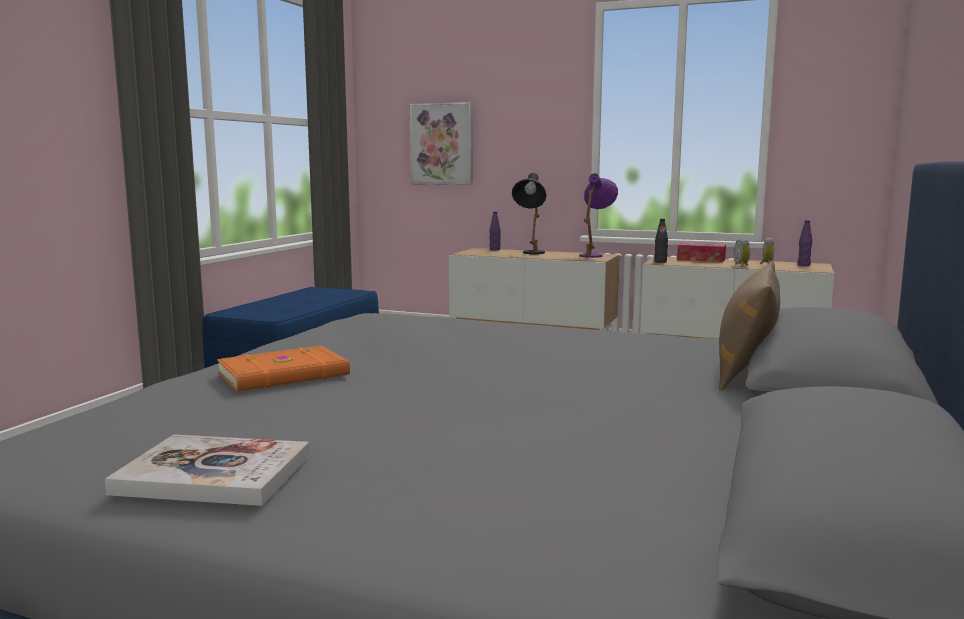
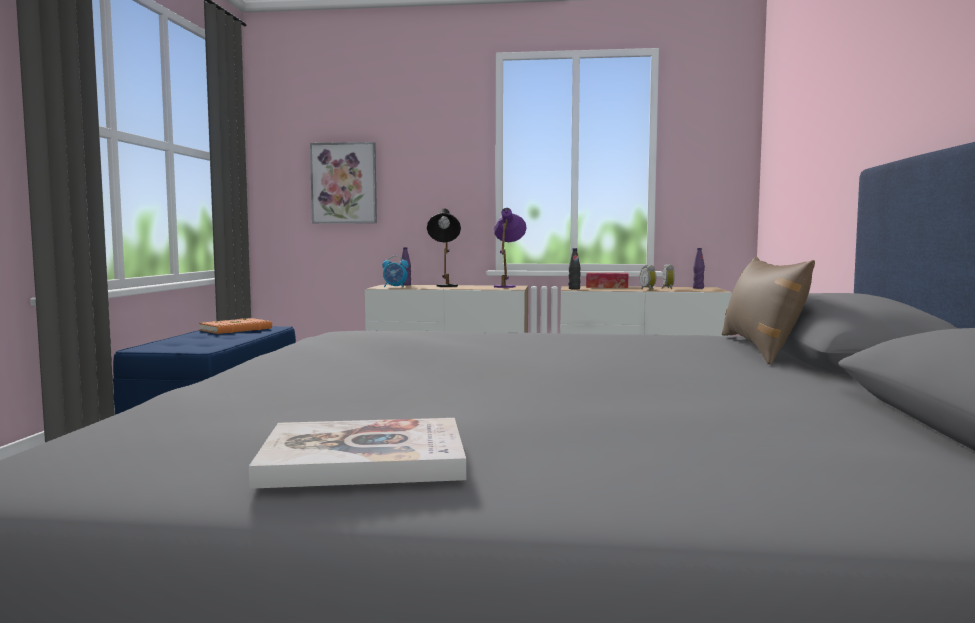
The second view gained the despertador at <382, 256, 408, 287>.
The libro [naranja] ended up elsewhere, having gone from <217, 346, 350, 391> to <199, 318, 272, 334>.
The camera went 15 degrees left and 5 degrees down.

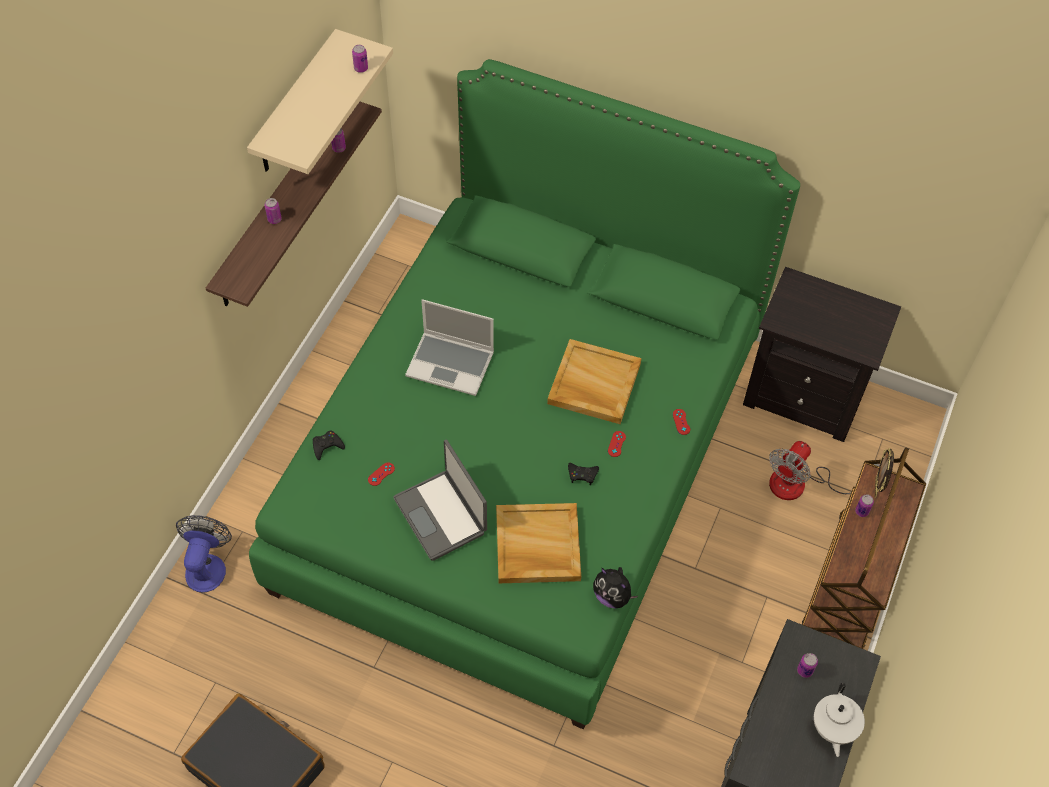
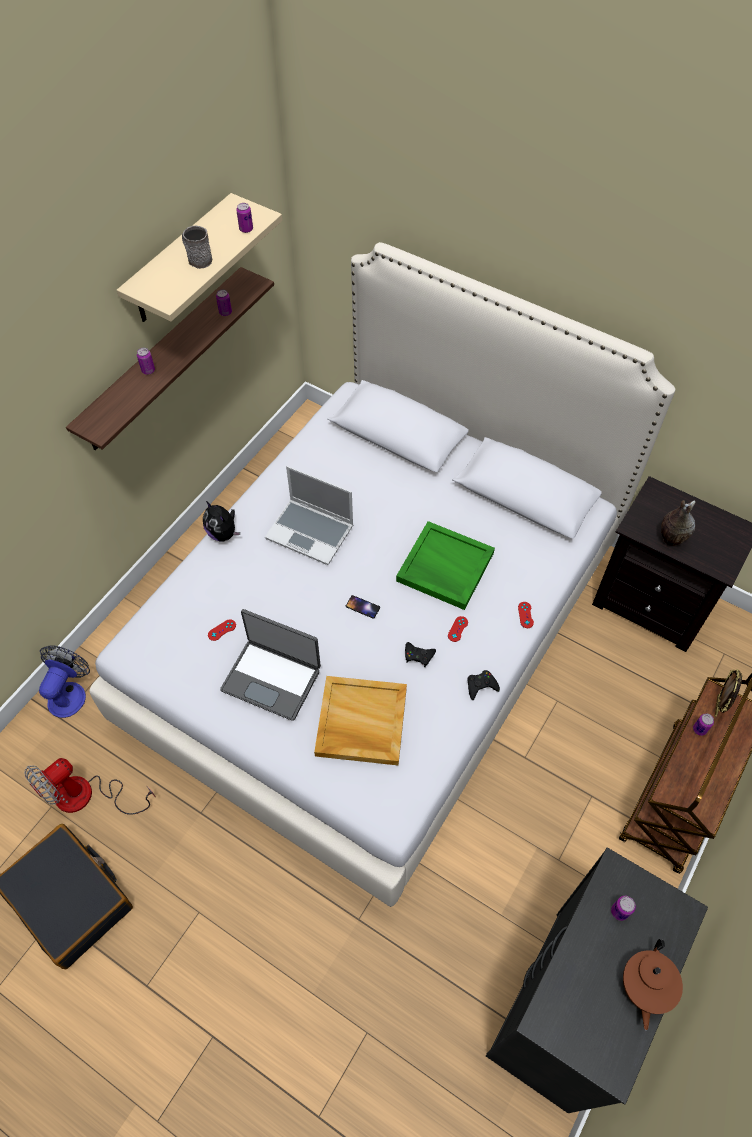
The second view gained the taza grande [gris] at <182, 226, 212, 269>.
The second view gained the móvil at <346, 595, 380, 619>.
The second view gained the florero at <661, 500, 696, 546>.
The mando de consola [negro] ended up elsewhere, having gone from <313, 431, 345, 460> to <467, 670, 500, 700>.
The peluche ended up elsewhere, having gone from <593, 567, 638, 609> to <203, 501, 240, 542>.
The ventilador ended up elsewhere, having gone from <769, 441, 880, 500> to <24, 758, 155, 815>.
What was the cama [verde] at <249, 59, 800, 730> turned into the cama [blanco] at <89, 242, 675, 907>.
What was the bandeja [beis] at <547, 339, 642, 424> turned into the bandeja [verde] at <396, 521, 495, 610>.
What was the tetera [blanco] at <814, 683, 865, 757> turned into the tetera [marrón] at <623, 939, 683, 1030>.
The portátil at <393, 439, 487, 561> ended up facing another way, 45 degrees counterclockwise from before.
The camera went 10 degrees right and 0 degrees up.

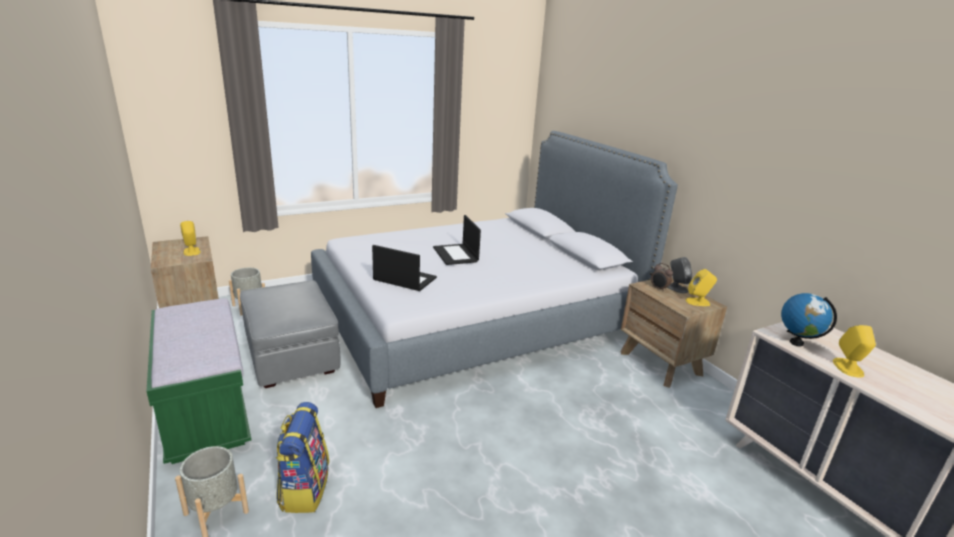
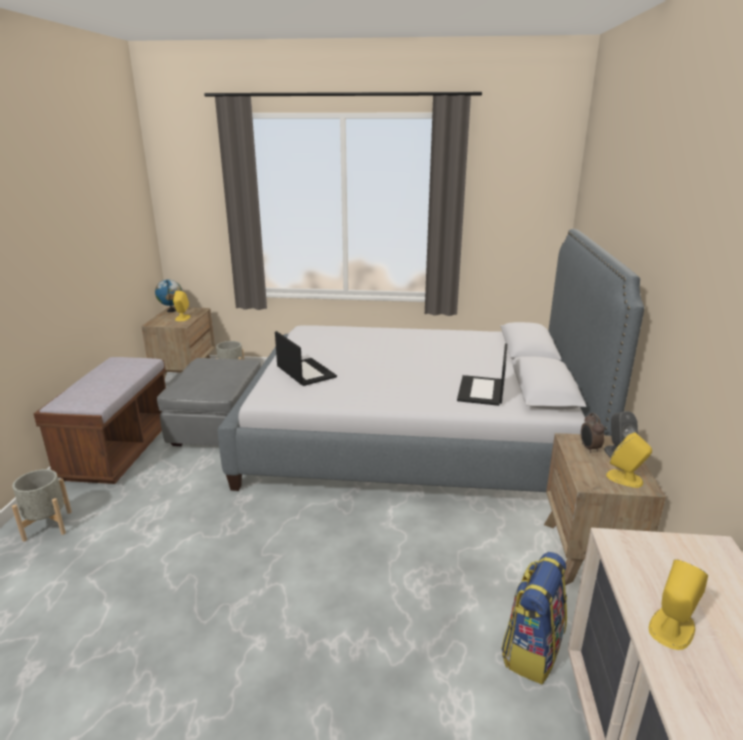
The mochila ended up elsewhere, having gone from <276, 402, 329, 513> to <501, 552, 567, 684>.
The portátil ended up elsewhere, having gone from <433, 215, 481, 265> to <457, 343, 507, 406>.
The globo terráqueo ended up elsewhere, having gone from <781, 293, 837, 346> to <155, 280, 182, 312>.
What was the banco [verde] at <146, 298, 251, 464> turned into the banco [marrón] at <33, 357, 166, 484>.
The camera went 35 degrees right and 0 degrees up.

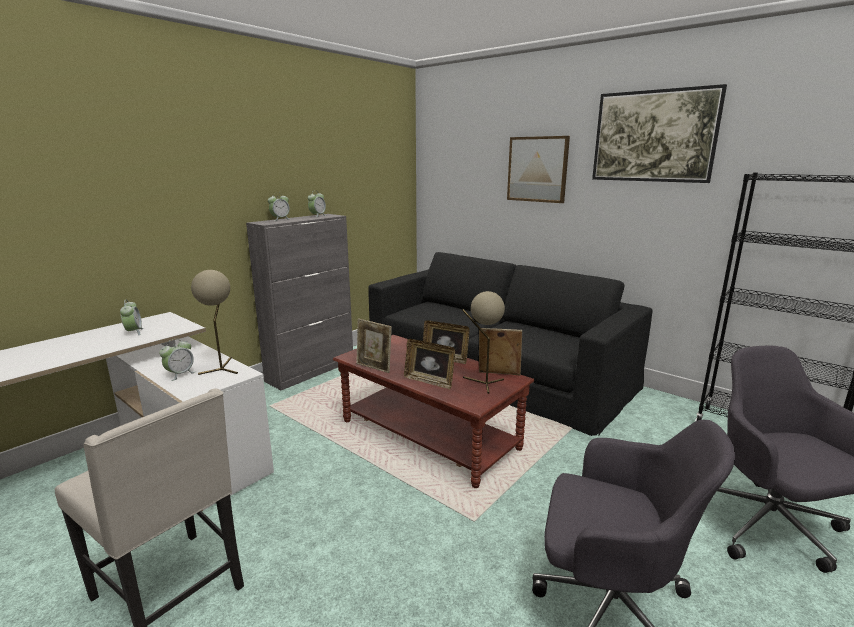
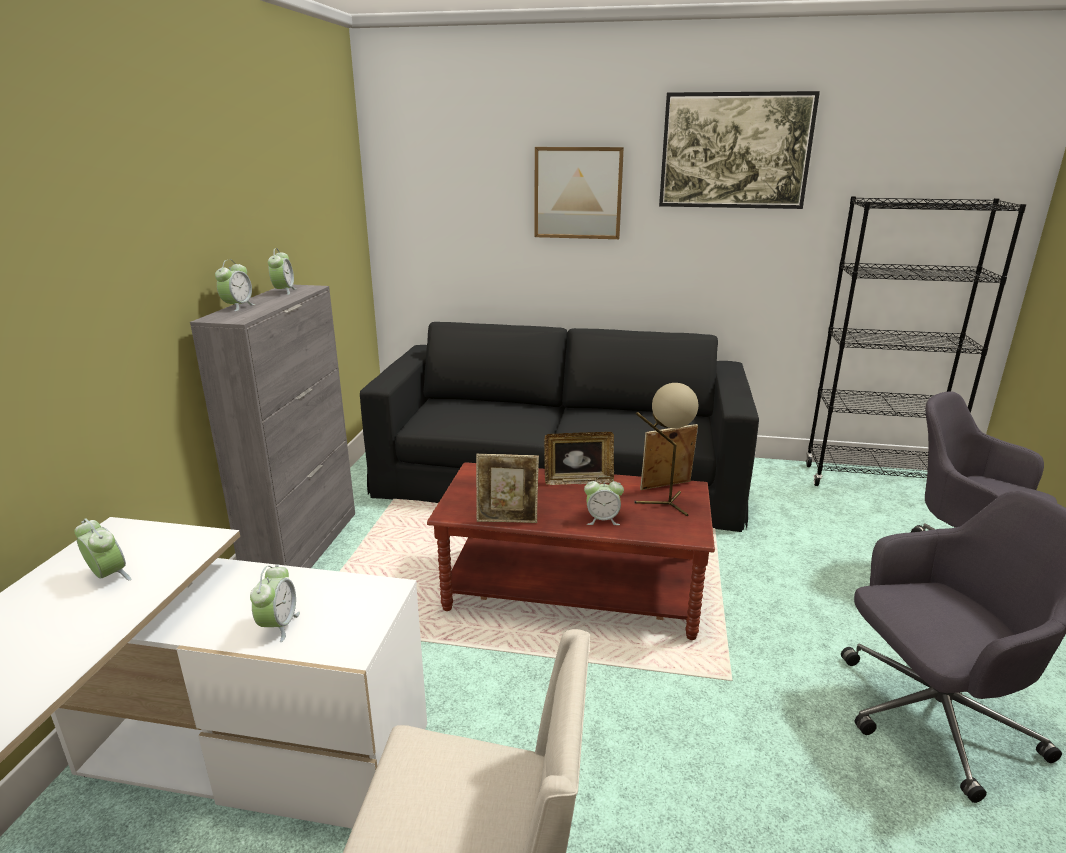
The second view lost the lámpara de mesa [beis] at <191, 270, 238, 375>.
Where the portarretratos stood at <404, 339, 455, 389>, the despertador came to stand at <584, 476, 624, 525>.
The camera went 30 degrees left and 5 degrees up.

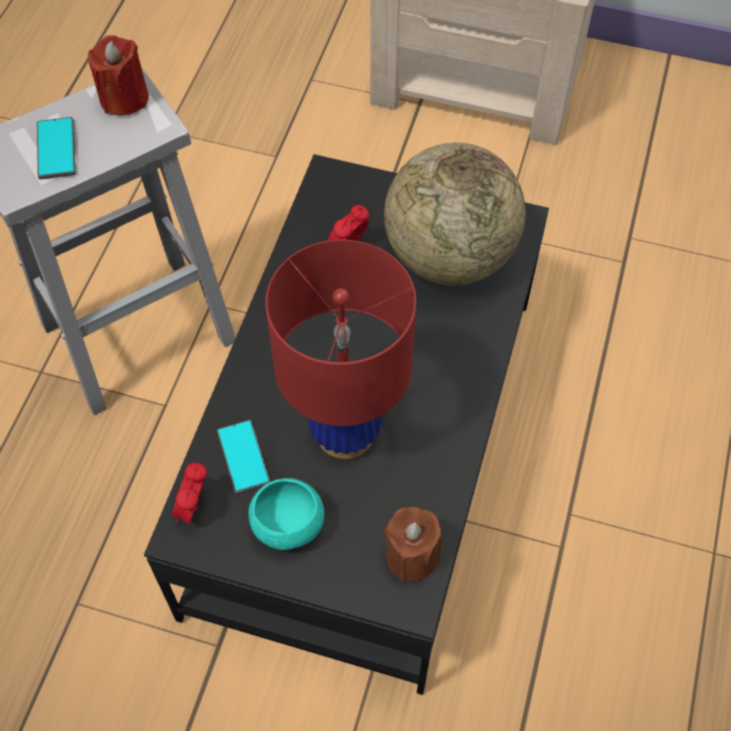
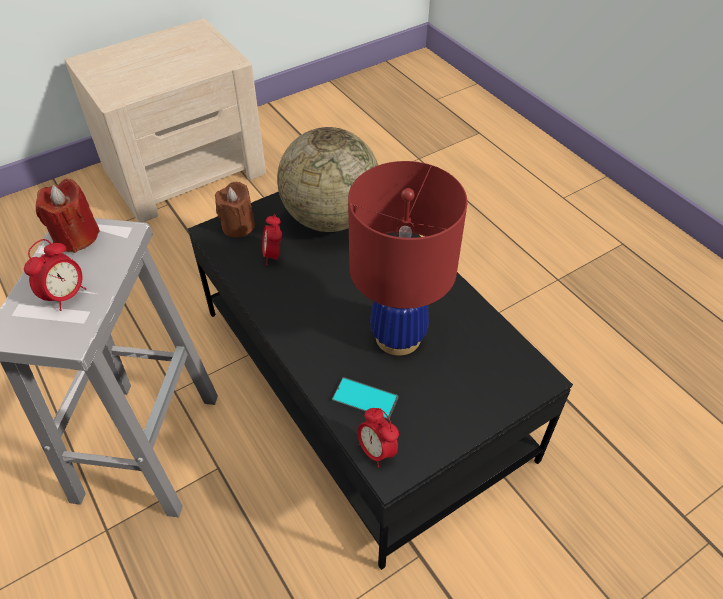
The second view lost the cuenco [turquesa] at <248, 478, 325, 550>.
The vela [marrón] ended up elsewhere, having gone from <383, 507, 442, 582> to <215, 182, 255, 237>.
Where the móvil stood at <37, 117, 76, 179>, the despertador came to stand at <24, 239, 86, 311>.
The camera went 50 degrees left and 10 degrees down.

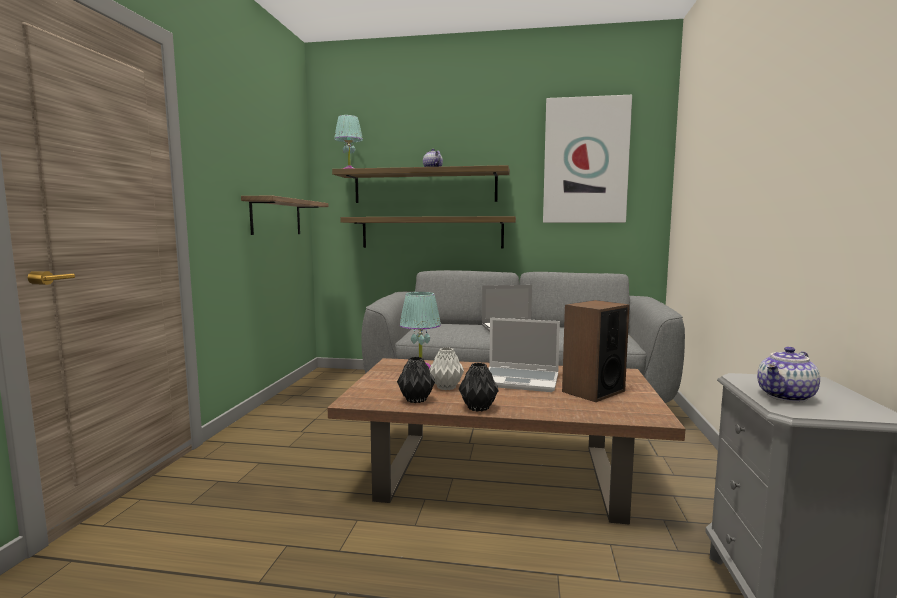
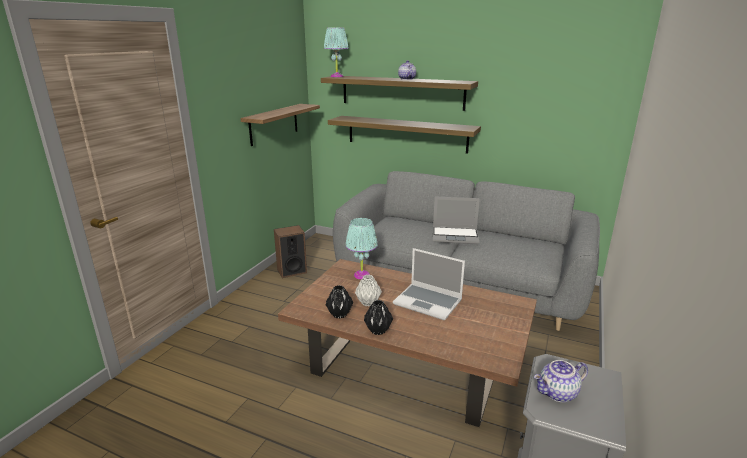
The second view lost the cuadro at <543, 95, 632, 223>.
The altavoz ended up elsewhere, having gone from <562, 300, 630, 402> to <274, 225, 307, 278>.
The camera went 15 degrees right and 15 degrees up.

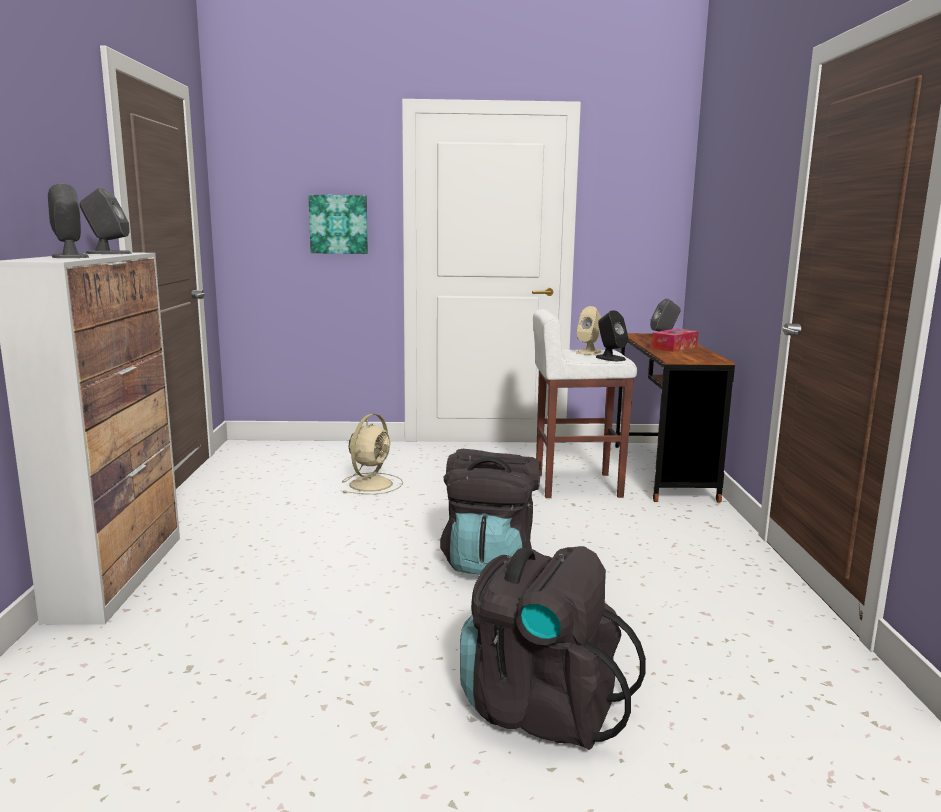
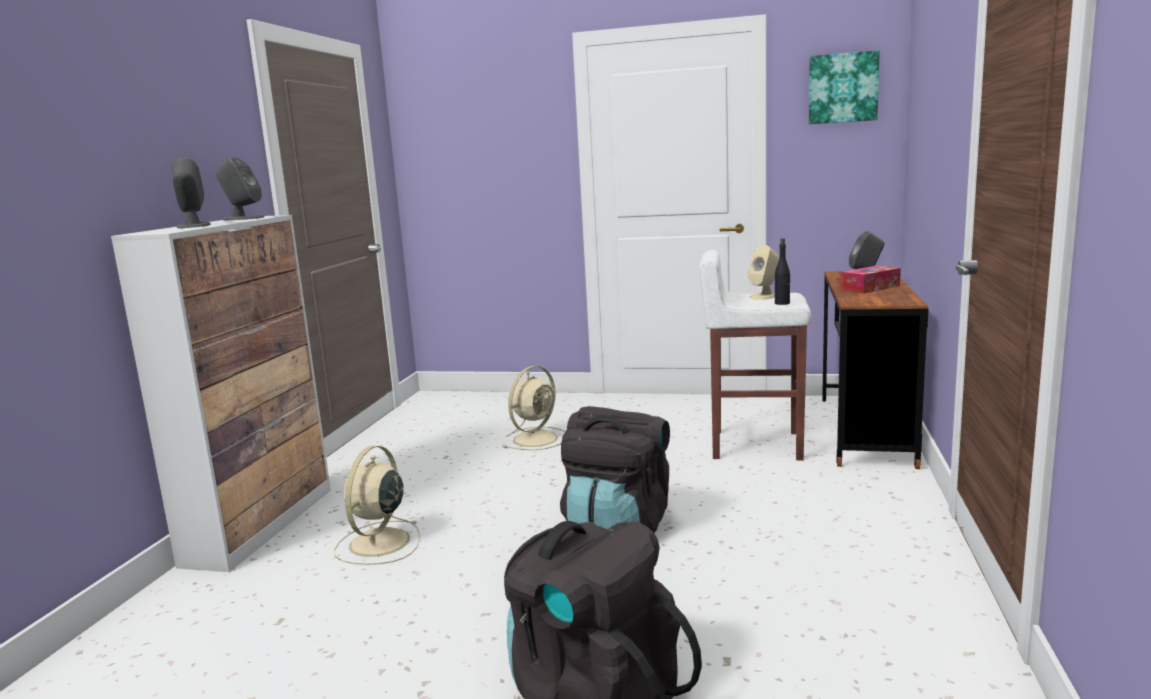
The second view gained the ventilador [beis] at <334, 446, 420, 565>.
The cuadro ended up elsewhere, having gone from <308, 195, 368, 254> to <809, 50, 880, 124>.
Where the altavoz [negro] stood at <596, 310, 628, 361>, the botella [negro] came to stand at <775, 238, 790, 305>.
The camera went 15 degrees right and 0 degrees up.

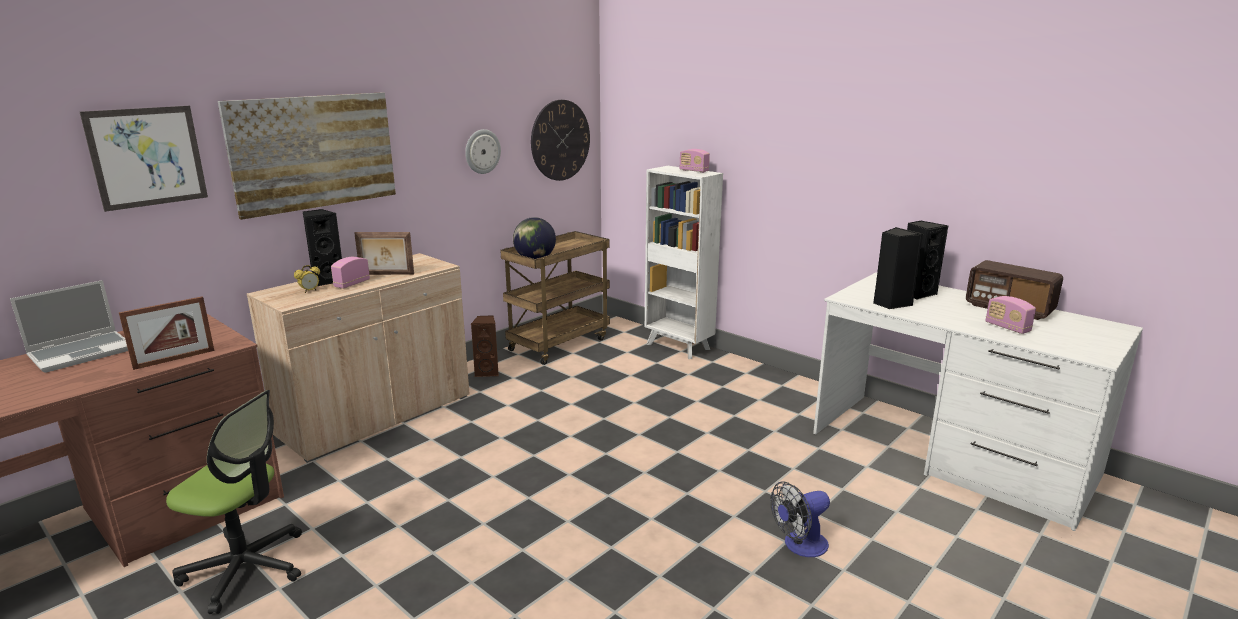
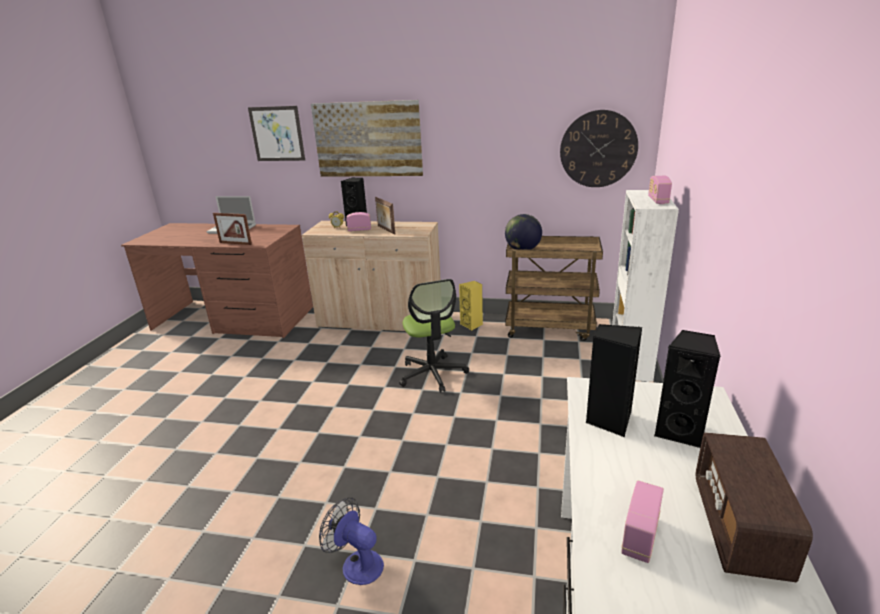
The second view lost the reloj de pared at <465, 129, 501, 174>.
The silla de oficina ended up elsewhere, having gone from <166, 390, 302, 614> to <399, 279, 469, 393>.
What was the altavoz [marrón] at <471, 315, 499, 377> turned into the altavoz [amarillo] at <459, 281, 483, 331>.
The camera went 60 degrees right and 5 degrees up.

